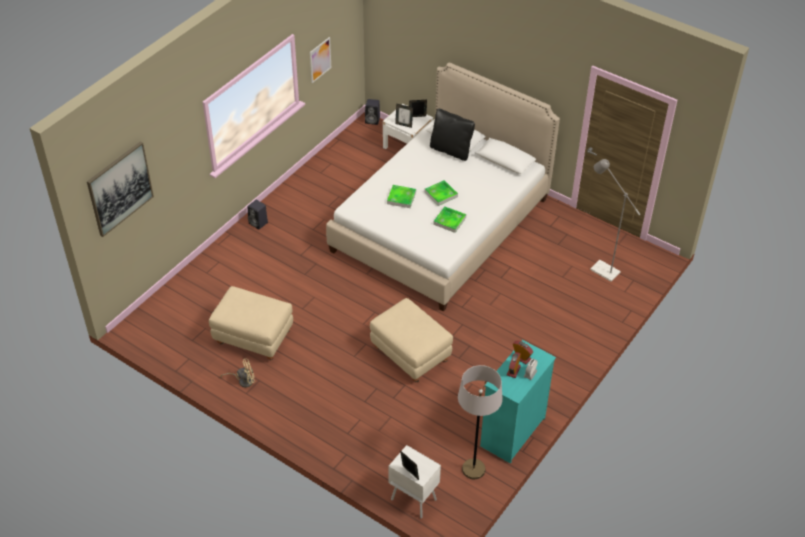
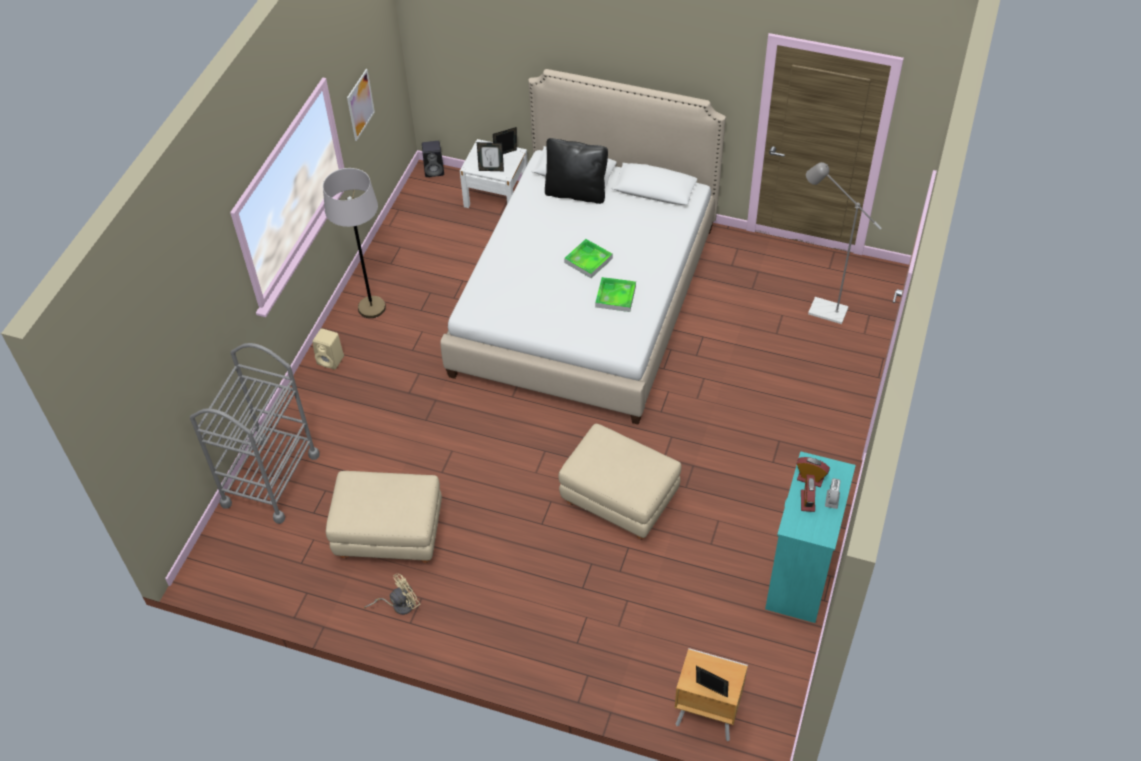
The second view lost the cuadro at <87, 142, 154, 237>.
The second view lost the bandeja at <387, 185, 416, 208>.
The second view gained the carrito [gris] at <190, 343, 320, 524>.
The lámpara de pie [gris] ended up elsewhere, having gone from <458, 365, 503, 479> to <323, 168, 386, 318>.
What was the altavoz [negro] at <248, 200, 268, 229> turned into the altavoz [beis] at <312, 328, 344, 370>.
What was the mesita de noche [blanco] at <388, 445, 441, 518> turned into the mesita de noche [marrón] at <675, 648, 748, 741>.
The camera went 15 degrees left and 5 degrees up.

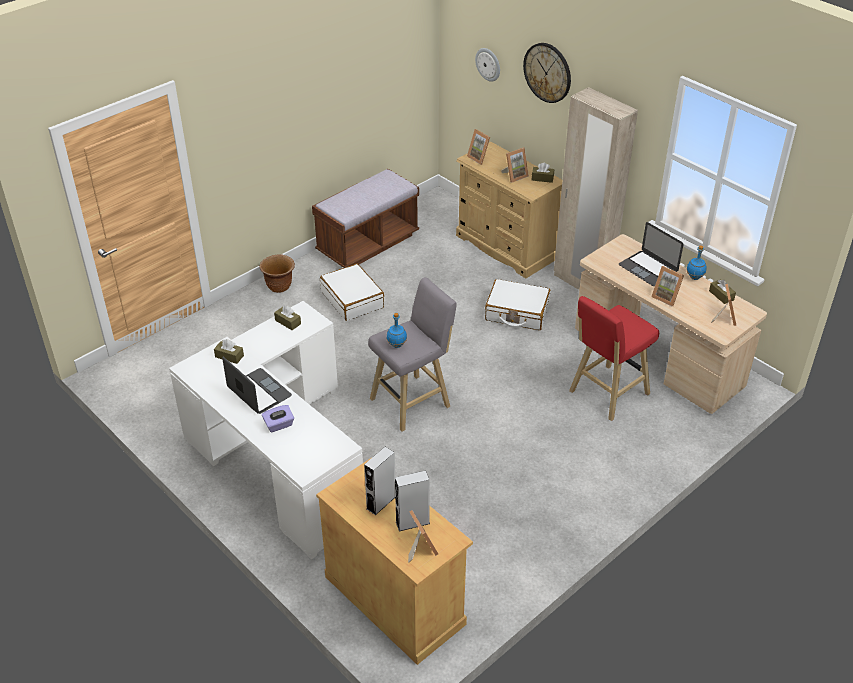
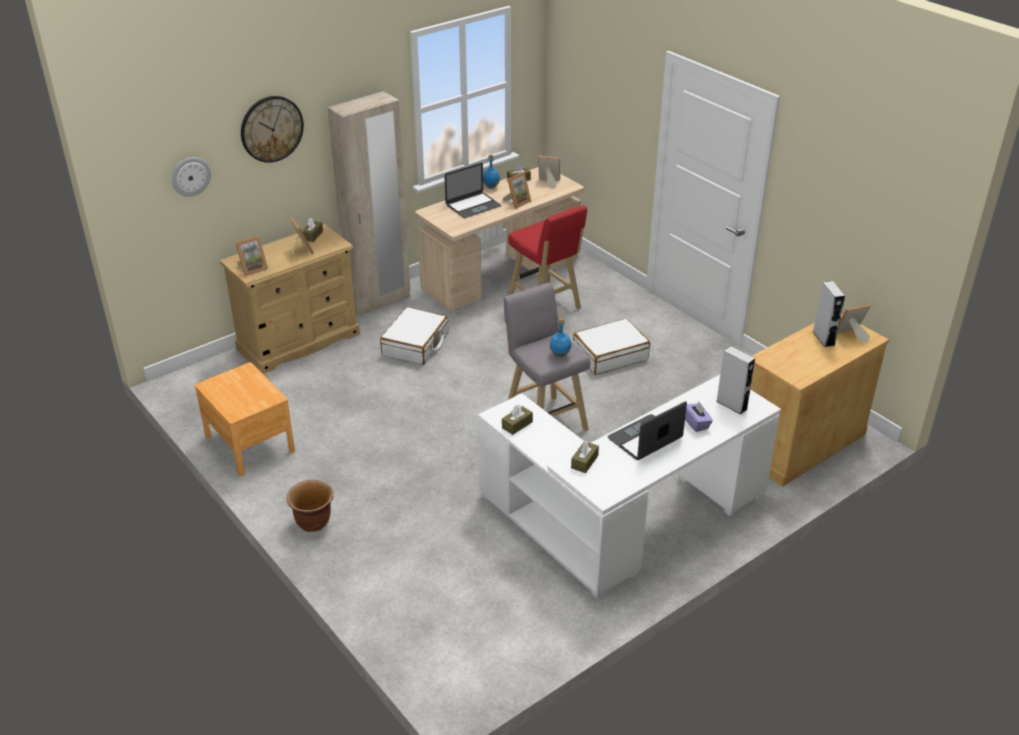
The maleta [blanco] ended up elsewhere, having gone from <320, 264, 384, 321> to <573, 318, 650, 375>.
The altavoz [gris] ended up elsewhere, having gone from <364, 447, 395, 515> to <716, 346, 755, 415>.
Where the banco [marrón] stood at <312, 169, 419, 268>, the mesita de noche [marrón] came to stand at <195, 362, 295, 476>.
The camera went 85 degrees left and 5 degrees down.

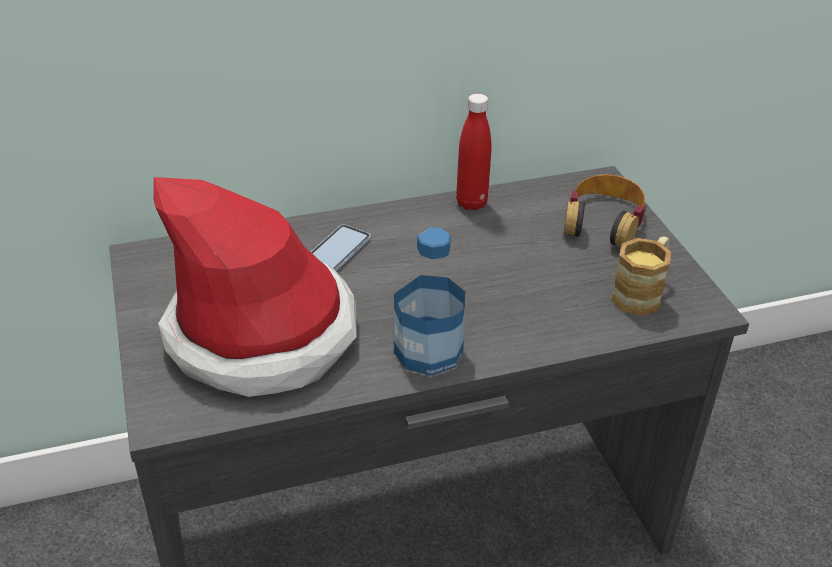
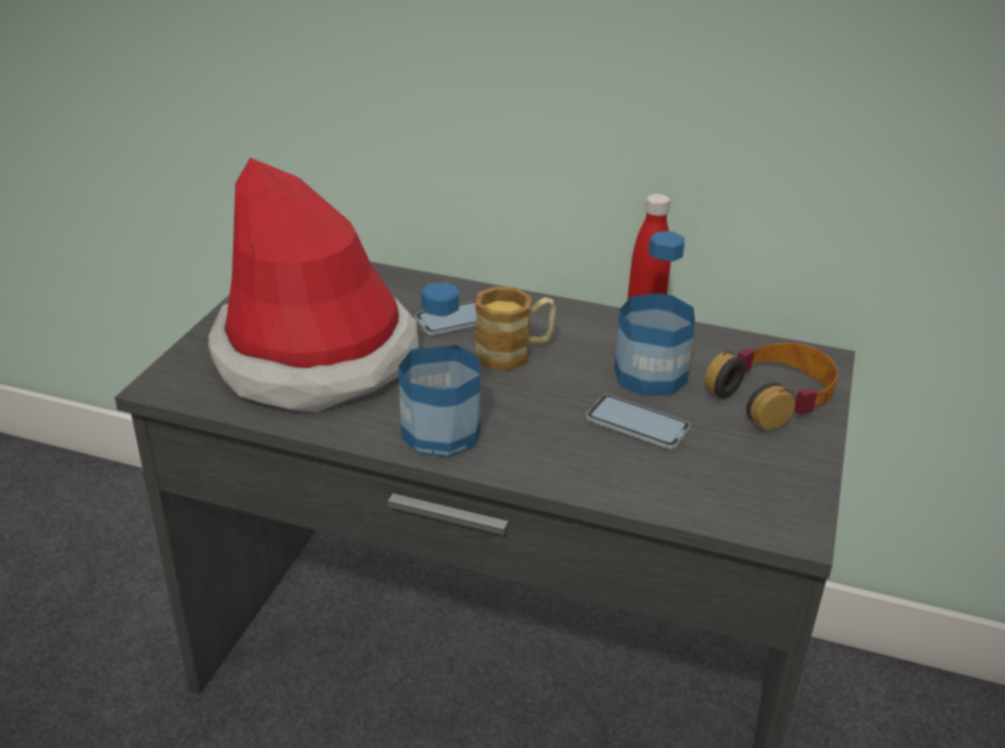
The second view gained the móvil at <586, 394, 690, 449>.
The second view gained the botella at <614, 231, 695, 396>.
The taza grande ended up elsewhere, having gone from <611, 236, 671, 316> to <475, 286, 556, 371>.
The camera went 35 degrees right and 5 degrees down.

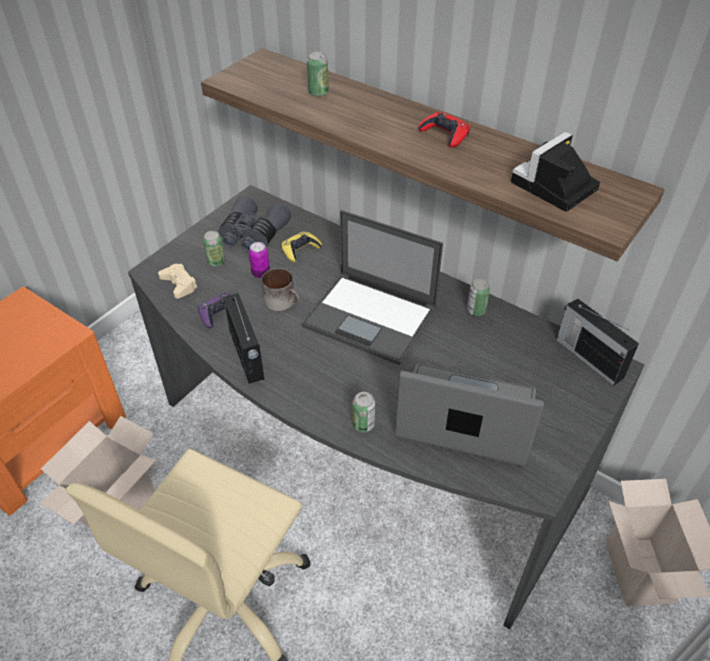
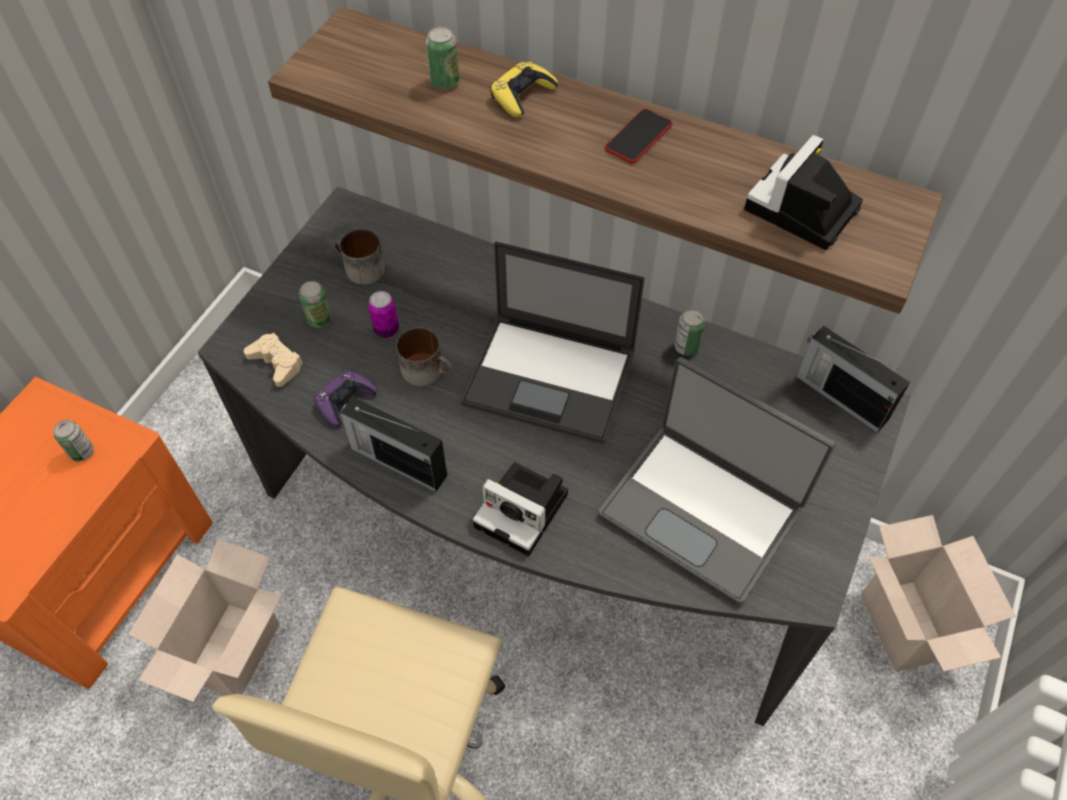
The second view gained the cámara at <473, 462, 568, 556>.
The mando de consola [amarillo] ended up elsewhere, having gone from <281, 232, 322, 262> to <490, 62, 558, 118>.
The lata ended up elsewhere, having gone from <352, 392, 375, 432> to <53, 420, 94, 462>.
Where the prismáticos [gris] stood at <218, 196, 291, 252>, the taza grande came to stand at <334, 229, 385, 284>.
Where the mando de consola [rojo] stood at <418, 112, 470, 148>, the móvil came to stand at <605, 109, 673, 163>.
The radio at <224, 290, 264, 384> ended up facing another way, 150 degrees clockwise from before.
The portátil at <395, 364, 544, 466> ended up facing another way, 150 degrees counterclockwise from before.
The camera went 10 degrees left and 10 degrees up.

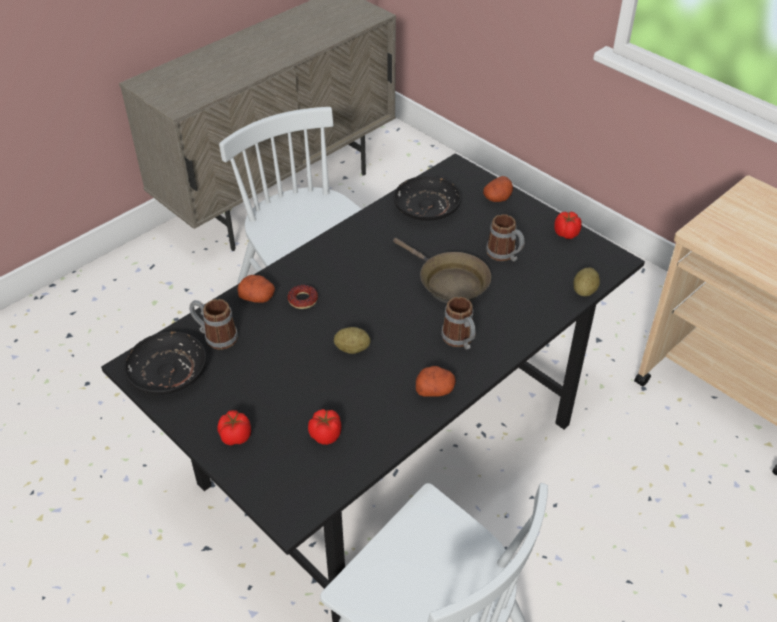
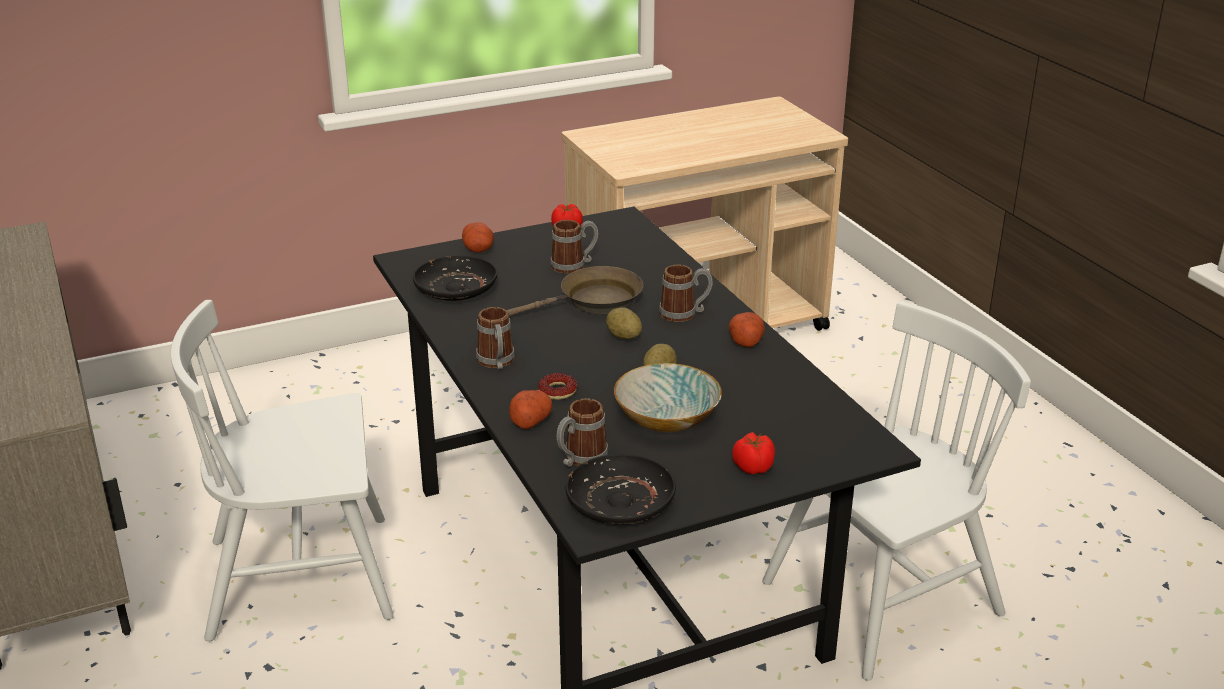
The second view lost the tomate at <308, 409, 342, 445>.
The second view gained the taza grande at <476, 307, 515, 369>.
The second view gained the cuenco at <614, 363, 722, 432>.
The patata ended up elsewhere, having gone from <574, 268, 600, 296> to <606, 308, 642, 339>.
The camera went 70 degrees left and 15 degrees down.

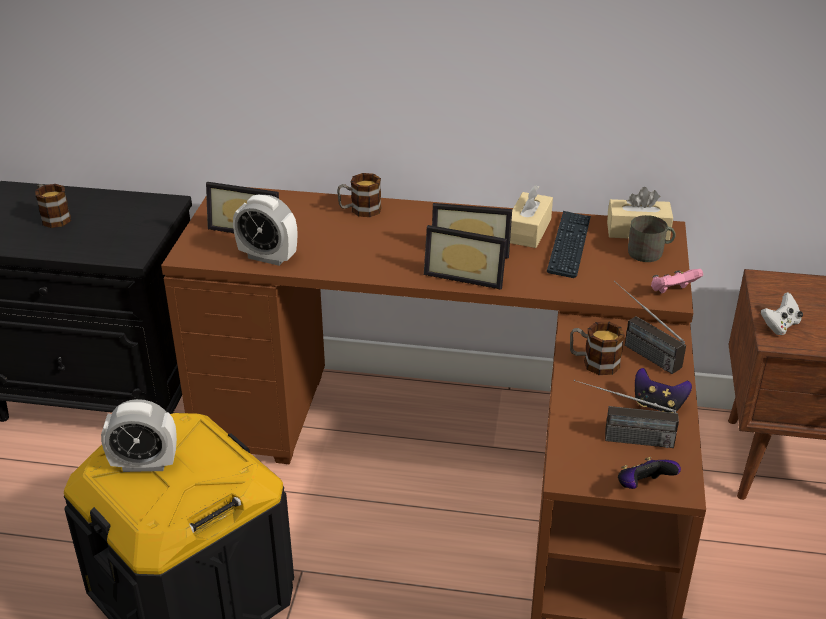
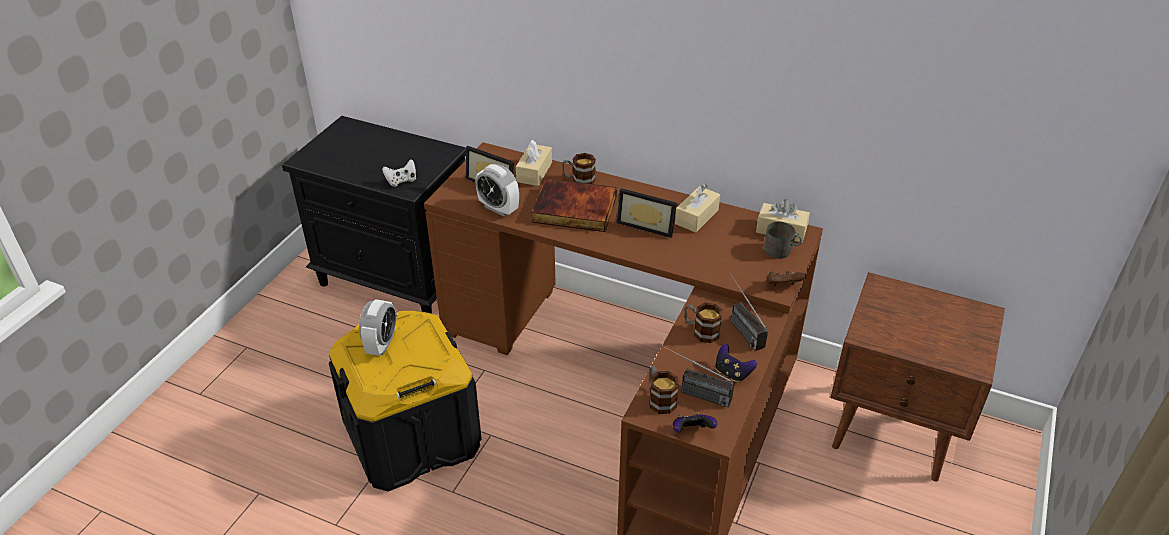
The second view lost the portarretratos at <424, 225, 507, 290>.
The second view lost the teclado at <547, 211, 591, 278>.
The second view gained the caja de pañuelos [beis] at <516, 140, 552, 186>.
The second view gained the libro at <532, 178, 617, 232>.
The taza grande ended up elsewhere, having gone from <35, 184, 71, 228> to <649, 366, 679, 414>.
The mando de consola [blanco] ended up elsewhere, having gone from <761, 292, 803, 335> to <382, 159, 416, 187>.
What was the mando de consola [rosa] at <651, 269, 703, 293> turned into the mando de consola [marrón] at <767, 271, 806, 286>.
The despertador at <101, 399, 177, 472> ended up facing another way, 90 degrees counterclockwise from before.
The camera went 15 degrees right and 5 degrees up.

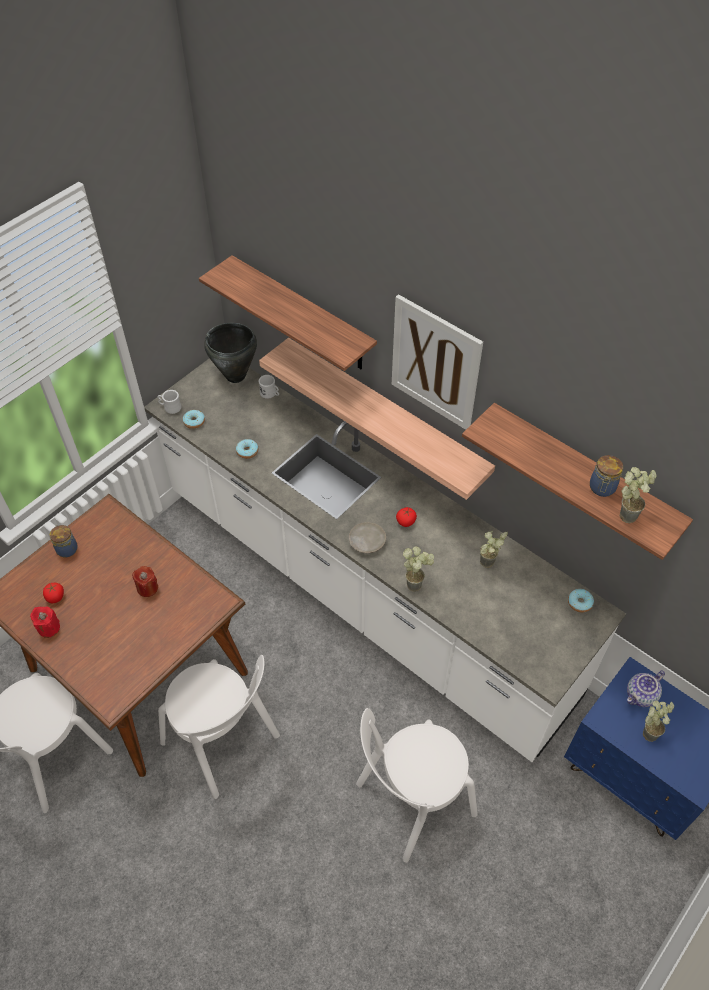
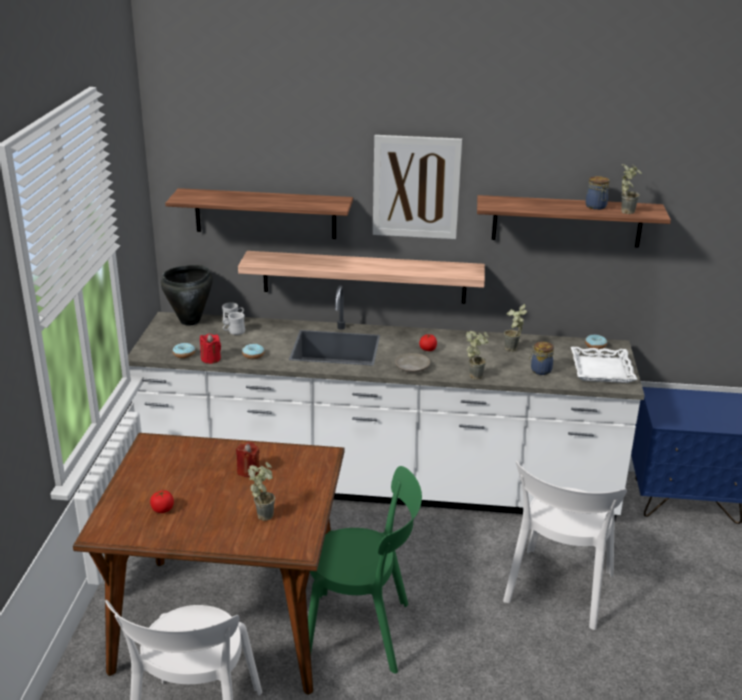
The second view lost the tetera at <627, 670, 665, 707>.
The second view gained the bandeja [blanco] at <571, 347, 637, 383>.
The vela [rojo] ended up elsewhere, having gone from <30, 606, 60, 638> to <200, 334, 221, 364>.
The tarro ended up elsewhere, having gone from <50, 525, 78, 557> to <529, 342, 554, 375>.
The taza grande [blanco] ended up elsewhere, having gone from <157, 390, 182, 414> to <223, 312, 245, 335>.
The planta en maceta ended up elsewhere, having gone from <643, 701, 674, 742> to <248, 462, 275, 521>.
What was the silla [blanco] at <158, 655, 280, 799> turned into the silla [verde] at <308, 466, 422, 674>.
The camera went 35 degrees left and 25 degrees down.

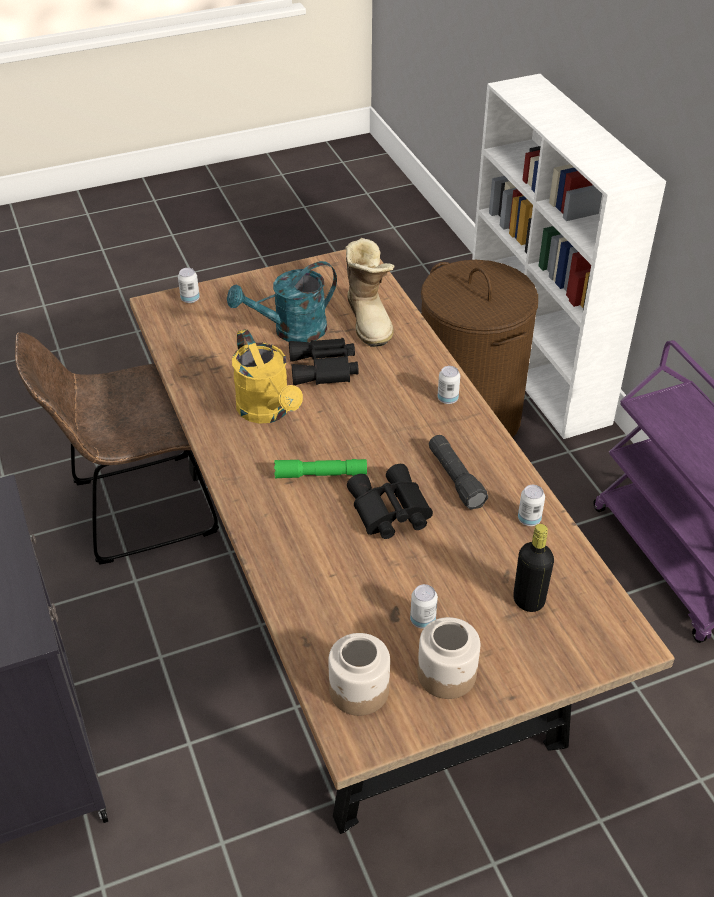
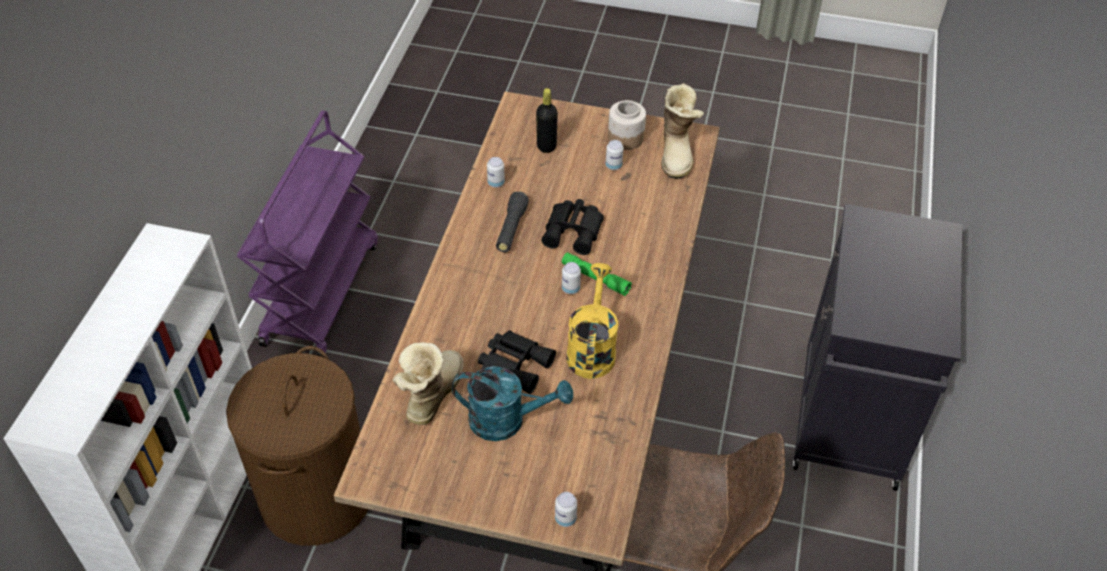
The lata ended up elsewhere, having gone from <438, 366, 460, 404> to <562, 262, 581, 294>.
Where the tarro stood at <328, 633, 390, 716>, the bota came to stand at <661, 83, 704, 179>.
The camera went 145 degrees left and 5 degrees up.

